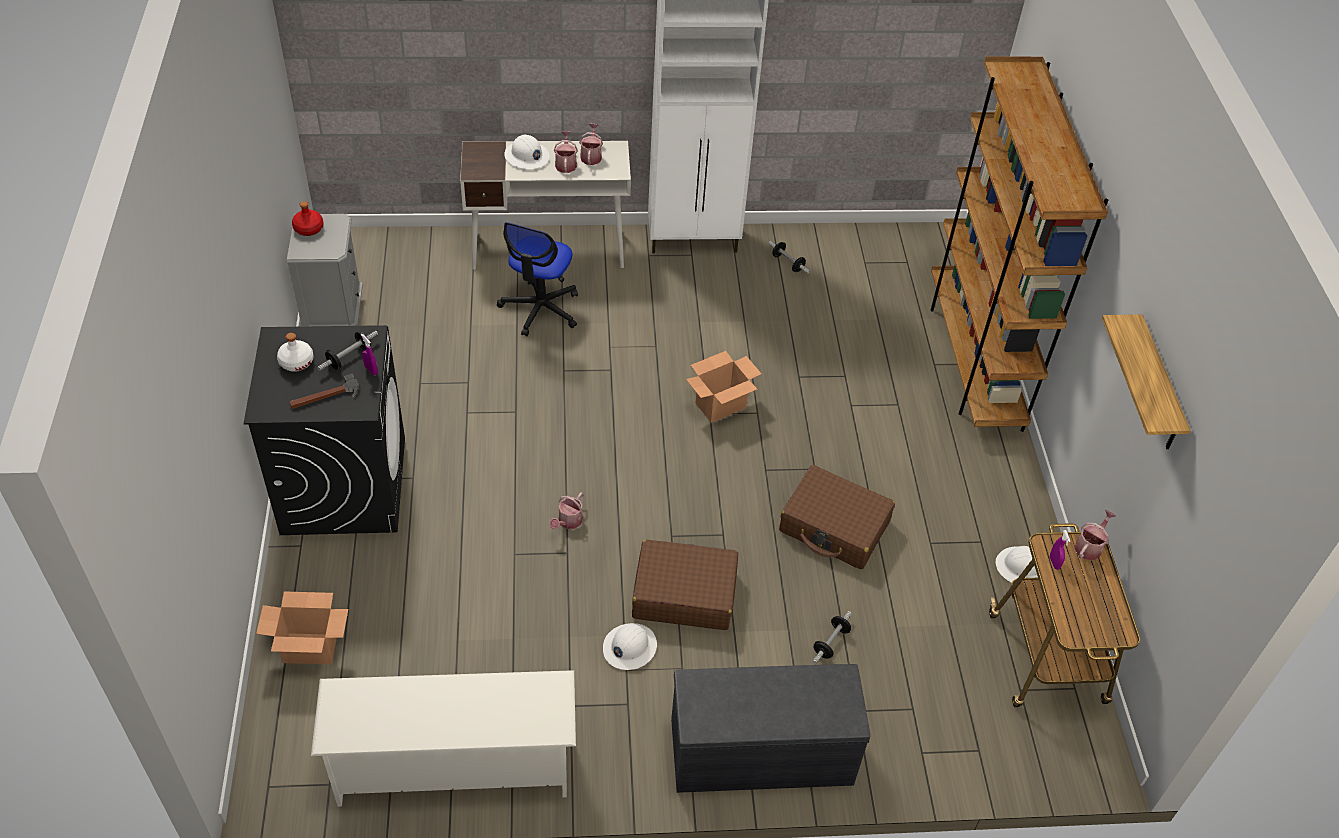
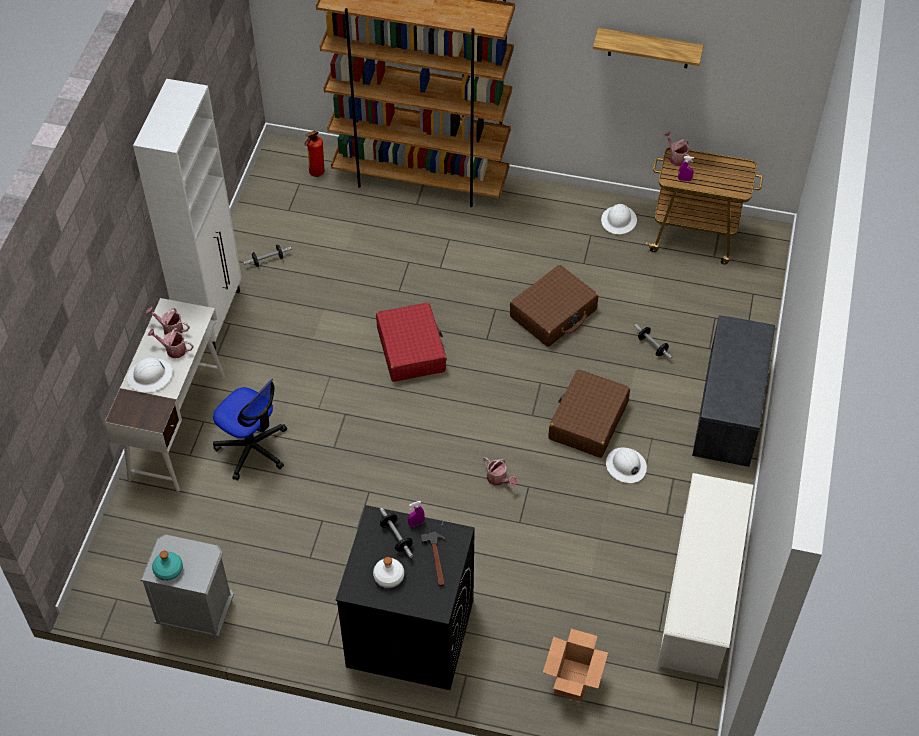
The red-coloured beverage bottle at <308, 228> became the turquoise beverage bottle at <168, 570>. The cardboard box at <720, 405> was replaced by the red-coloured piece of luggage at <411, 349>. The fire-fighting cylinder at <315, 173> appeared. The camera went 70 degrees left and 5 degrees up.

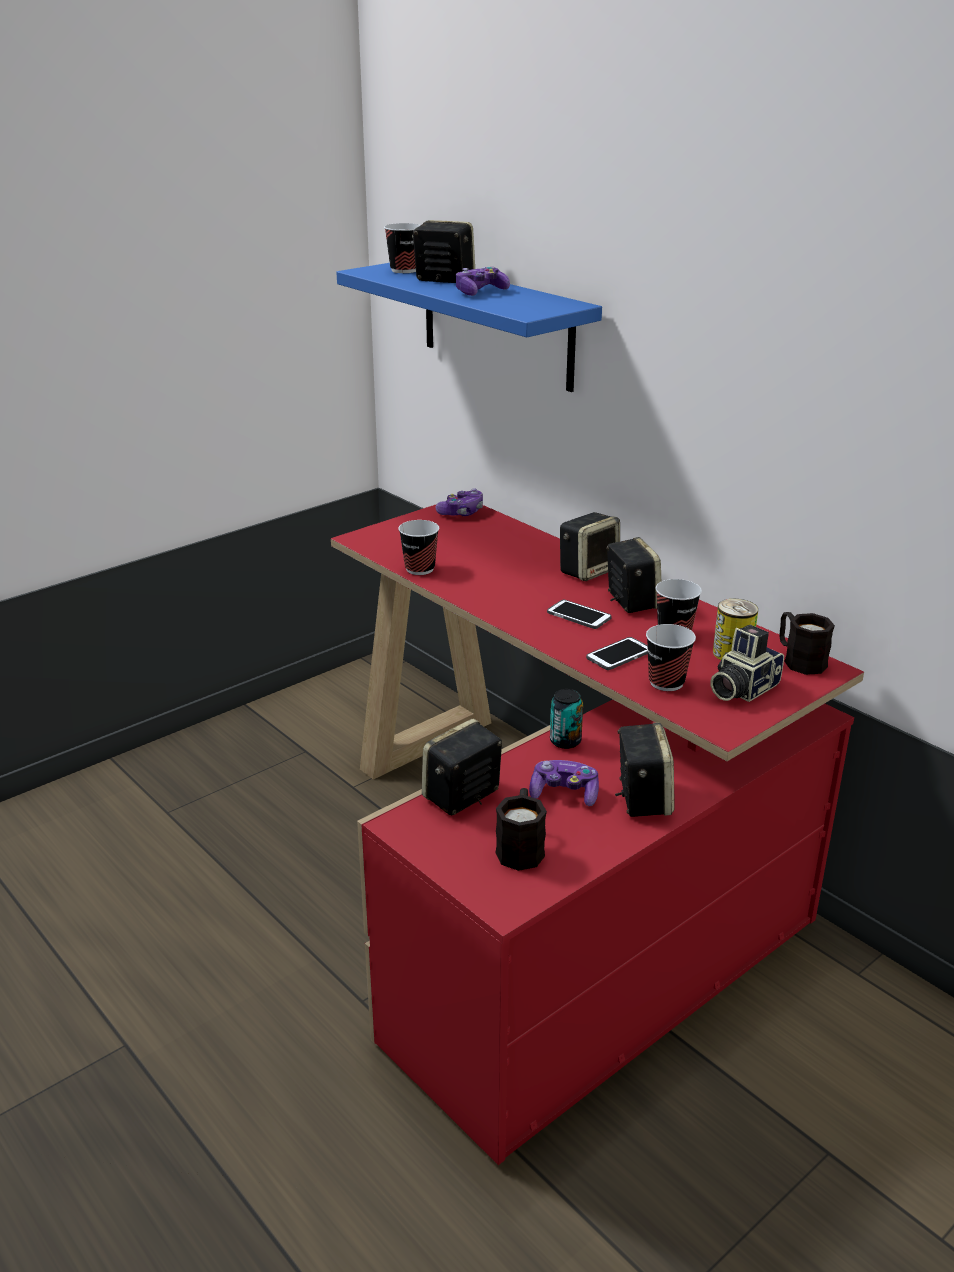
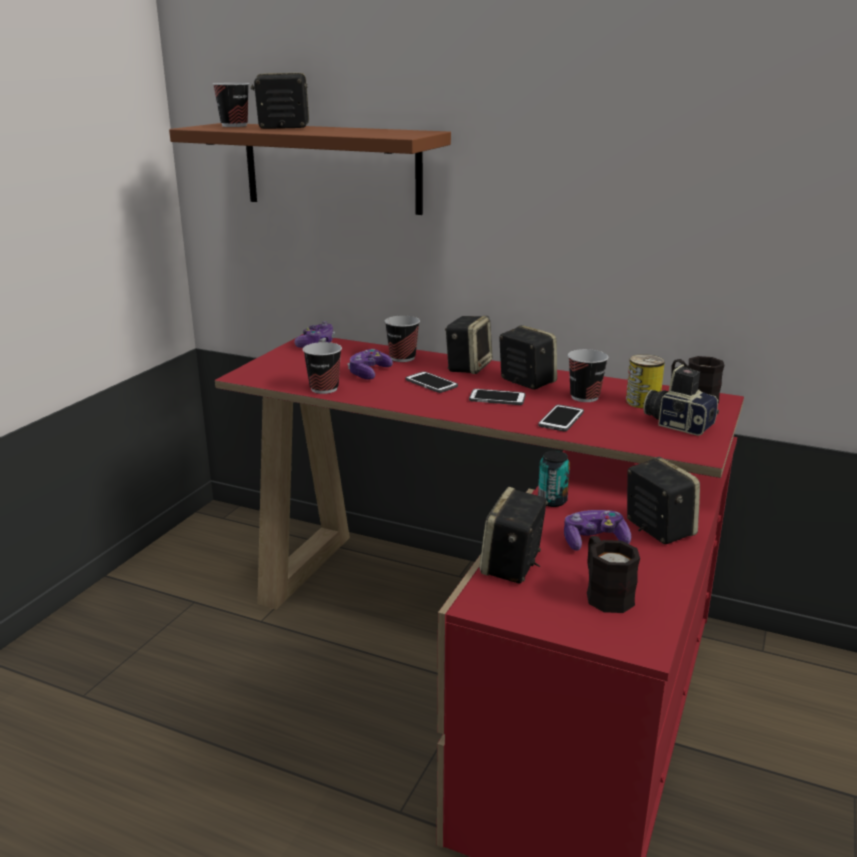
The bluish bracket shelf at <497, 324> became the brown-coloured bracket shelf at <332, 168>. The gamepad moved from <480, 292> to <369, 373>. The small cup moved from <666, 682> to <402, 358>. The still camera at <741, 689> turned 105 degrees clockwise. The handset at <431, 383> appeared. The camera went 25 degrees left and 5 degrees down.

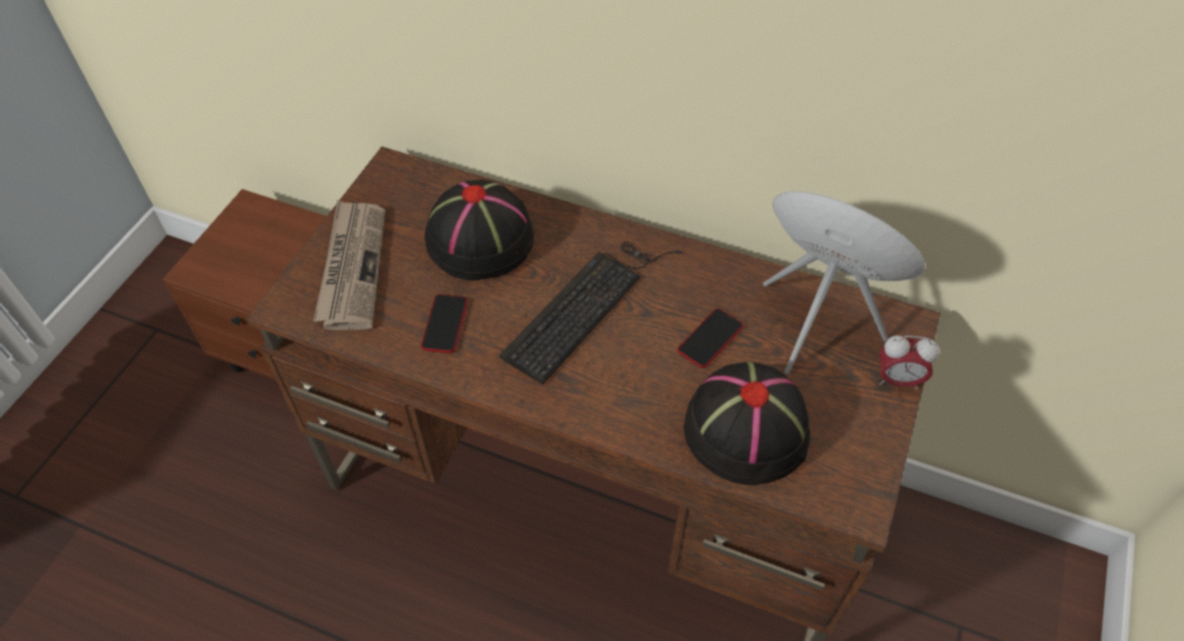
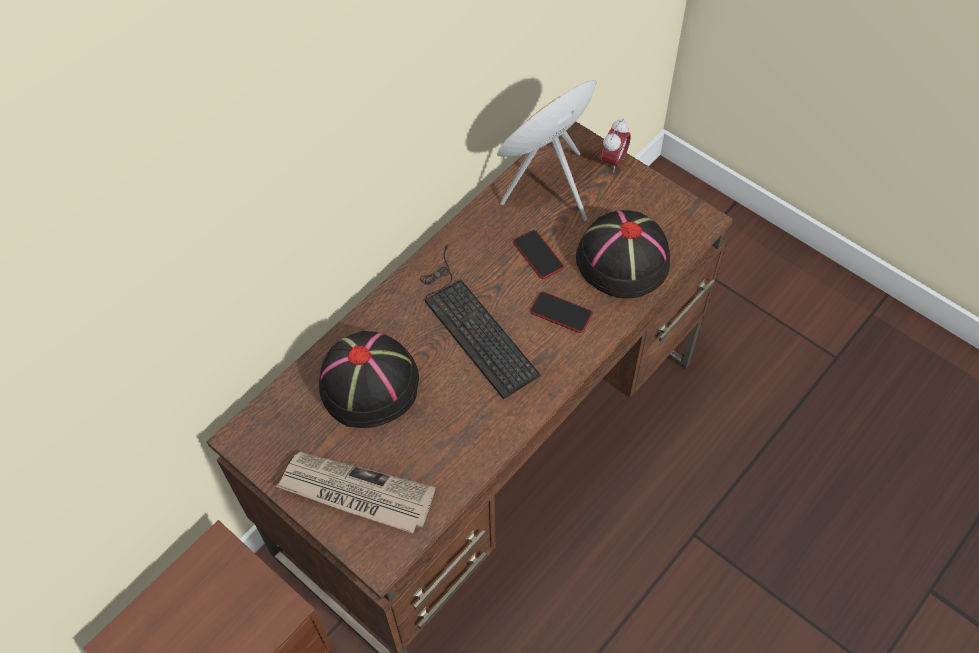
The handset moved from <445, 324> to <561, 313>. The camera went 70 degrees left and 5 degrees up.

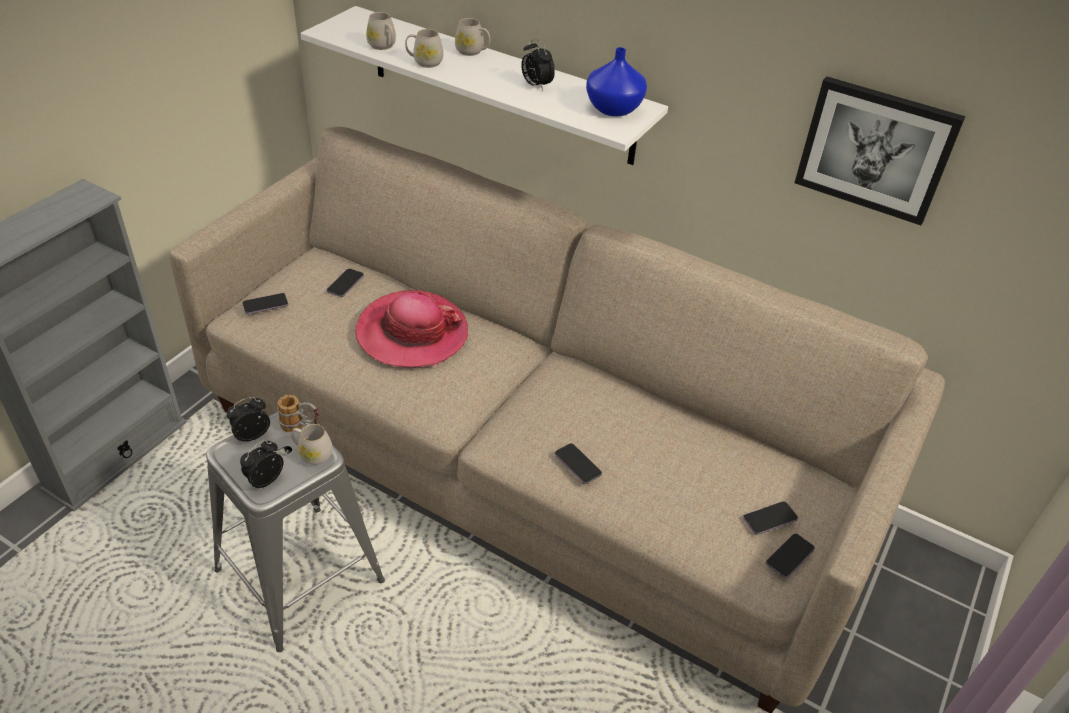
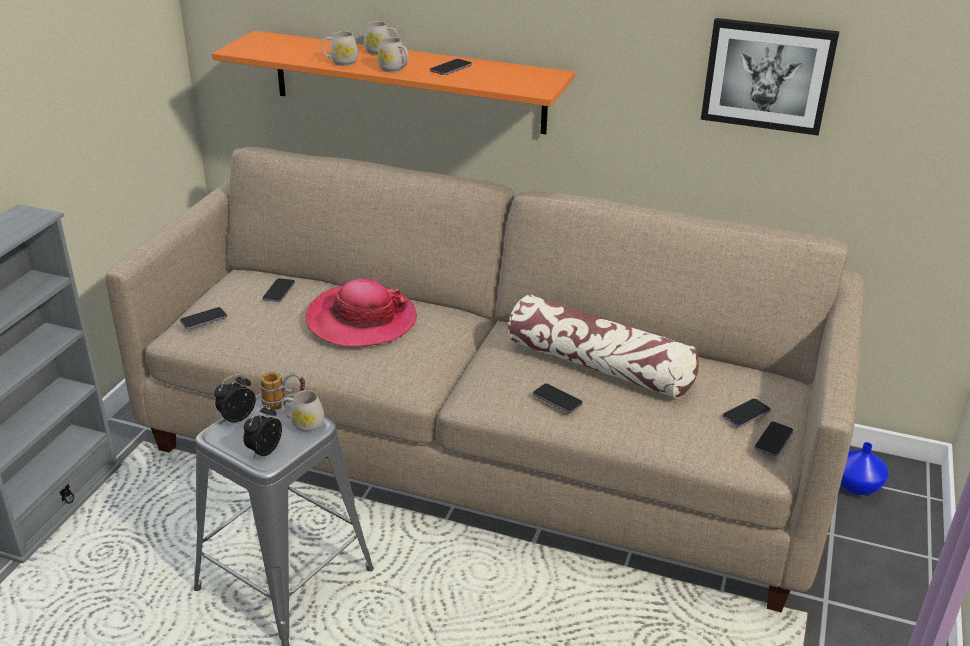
The whitish bracket shelf at <500, 85> became the orangey bracket shelf at <407, 82>. The whitish tea mug moved from <383, 46> to <394, 69>. The alarm clock at <536, 85> was replaced by the handset at <451, 68>. The bluish vase moved from <614, 108> to <856, 485>. The cushion at <599, 366> appeared. The camera went 10 degrees left and 10 degrees down.

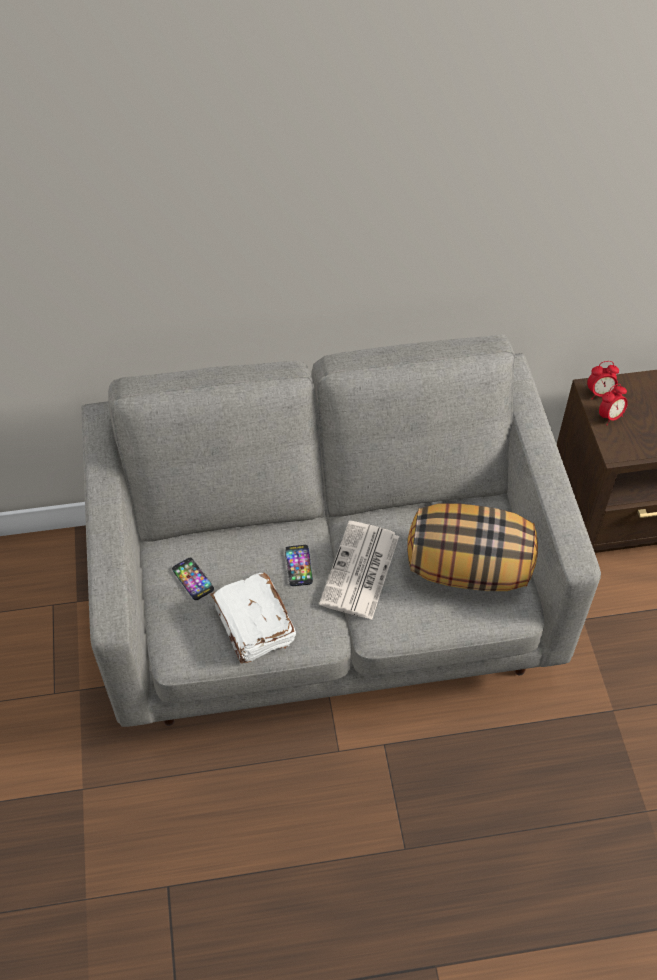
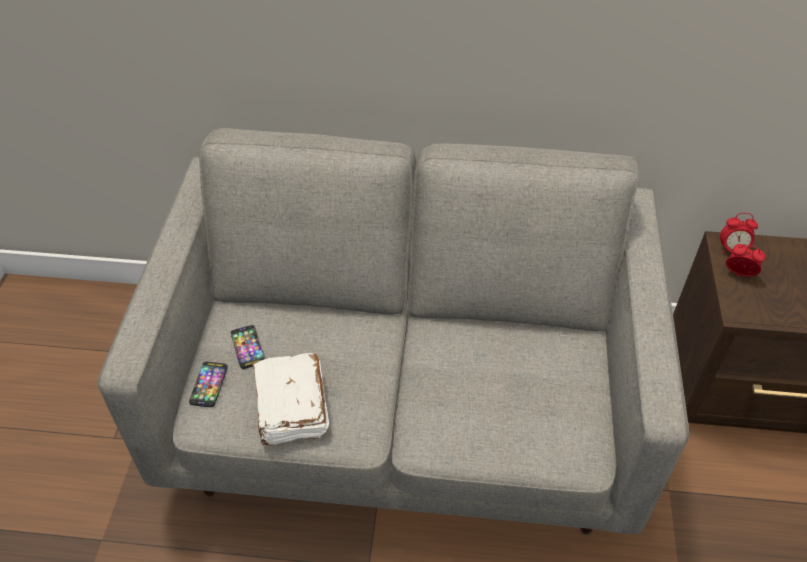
The handset moved from <298, 566> to <209, 384>. The newspaper at <360, 571> disappeared. The cushion at <468, 568> disappeared. The alarm clock at <610, 417> turned 135 degrees counterclockwise. The camera went 15 degrees right and 5 degrees down.

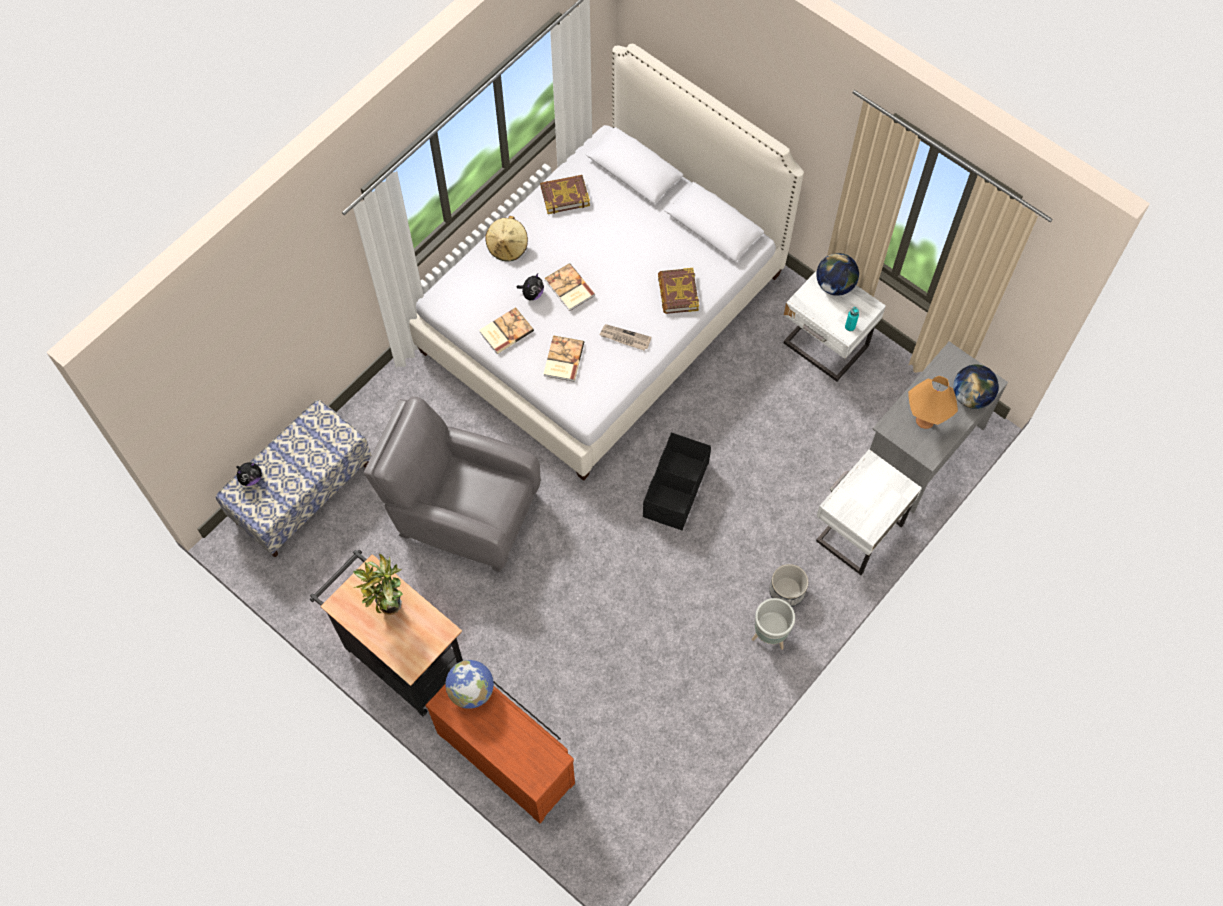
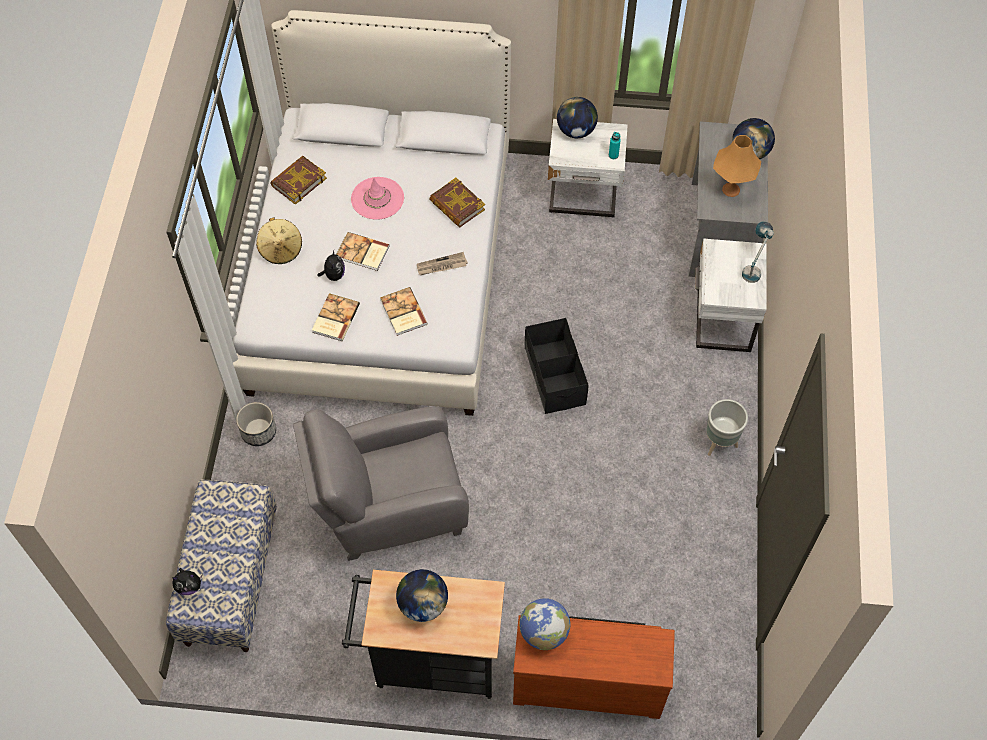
The cuddly toy at <251, 478> turned 60 degrees clockwise. The potted plant at <387, 606> was replaced by the globe at <423, 604>. The plant pot moved from <786, 591> to <258, 431>. The pink clothing hat at <377, 198> appeared. The tabletop lamp at <753, 268> appeared. The camera went 35 degrees left and 5 degrees down.

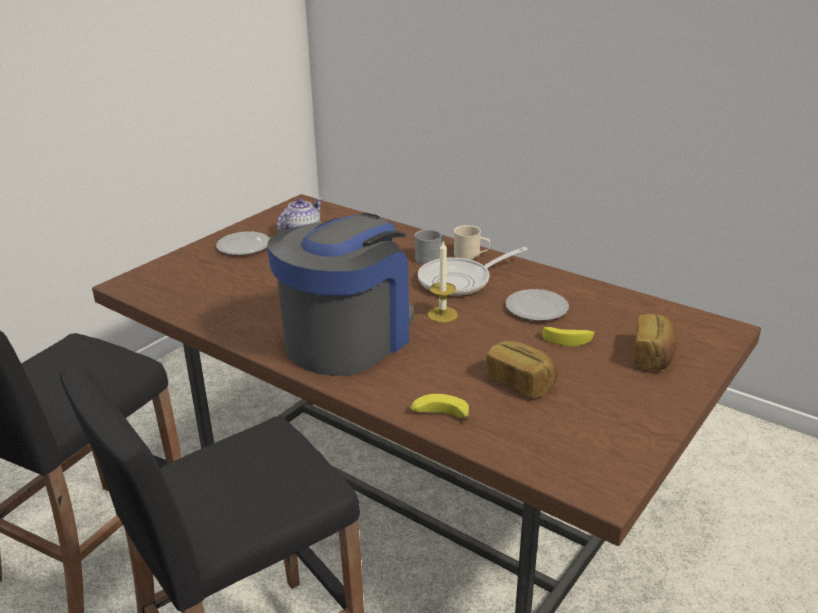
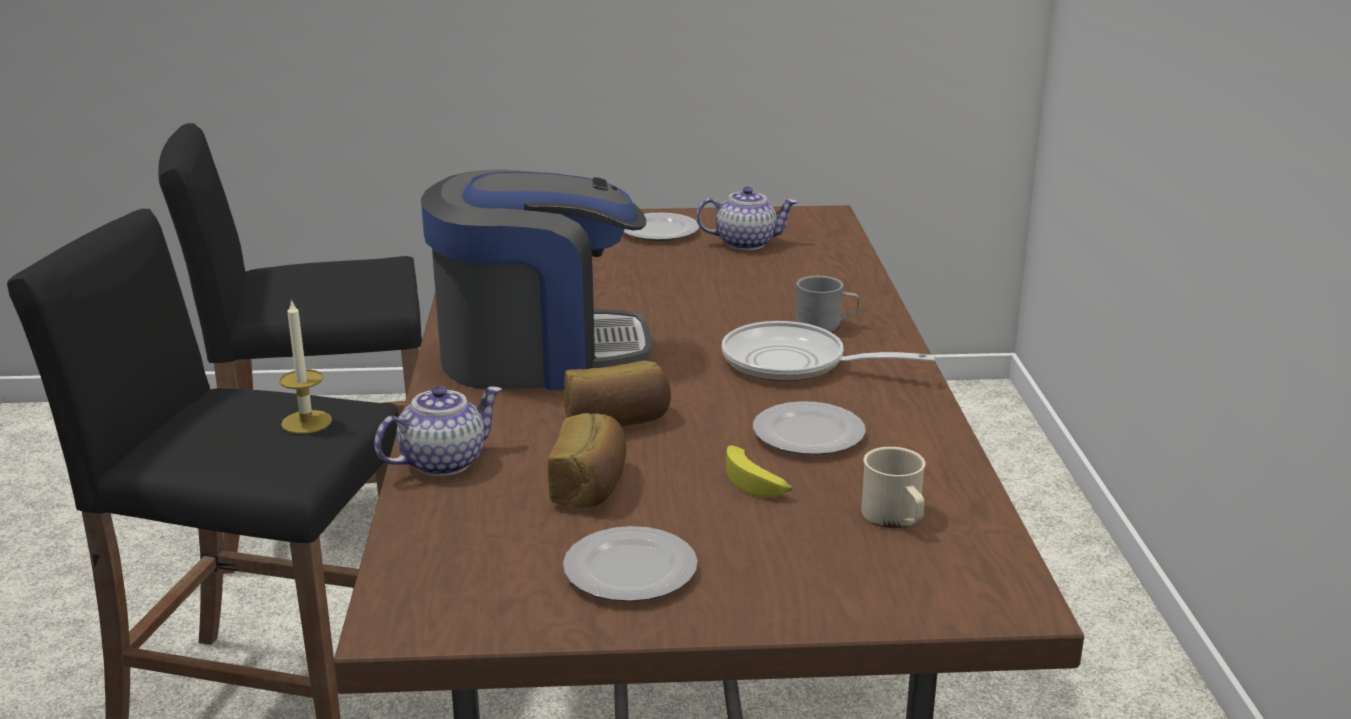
The banana at <439, 415> was replaced by the pot for tea at <443, 461>. The candle moved from <442, 314> to <306, 422>. The beige-coloured tea mug moved from <471, 255> to <896, 518>. The bakery bread moved from <653, 356> to <617, 421>. The flat dish at <630, 570> appeared. The camera went 50 degrees right and 5 degrees down.

